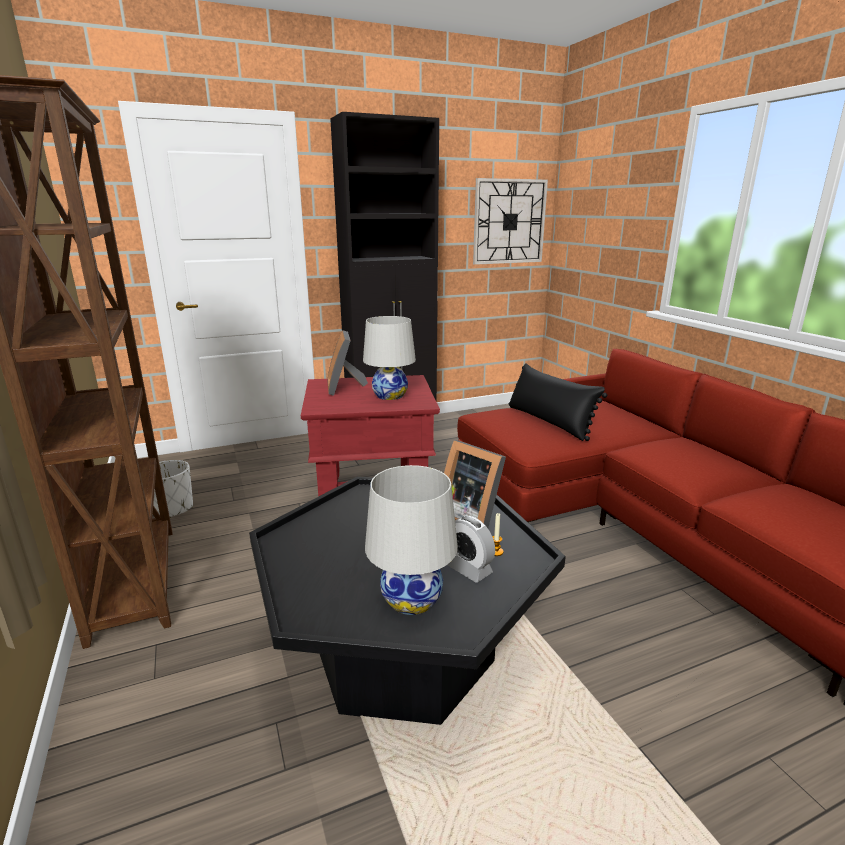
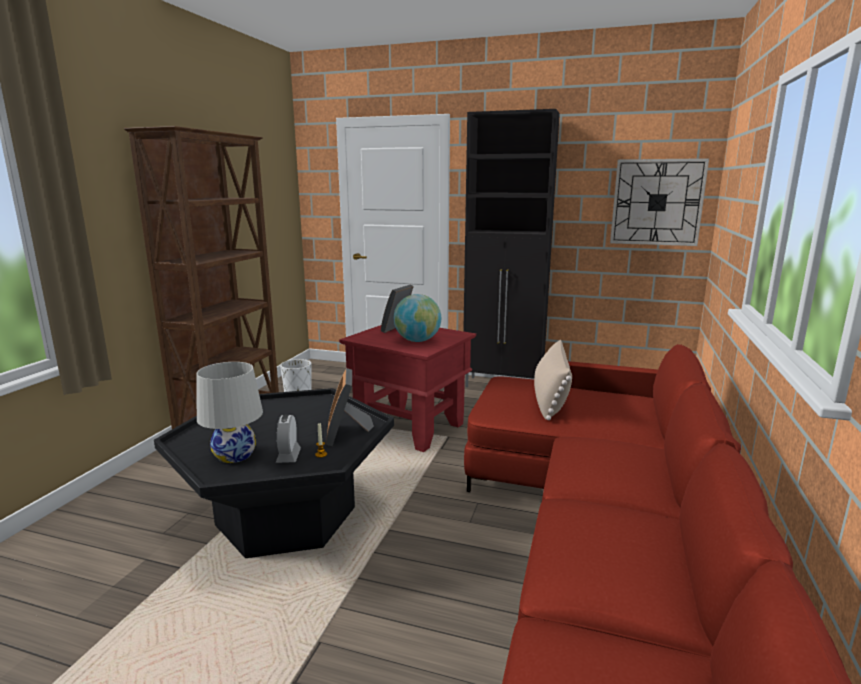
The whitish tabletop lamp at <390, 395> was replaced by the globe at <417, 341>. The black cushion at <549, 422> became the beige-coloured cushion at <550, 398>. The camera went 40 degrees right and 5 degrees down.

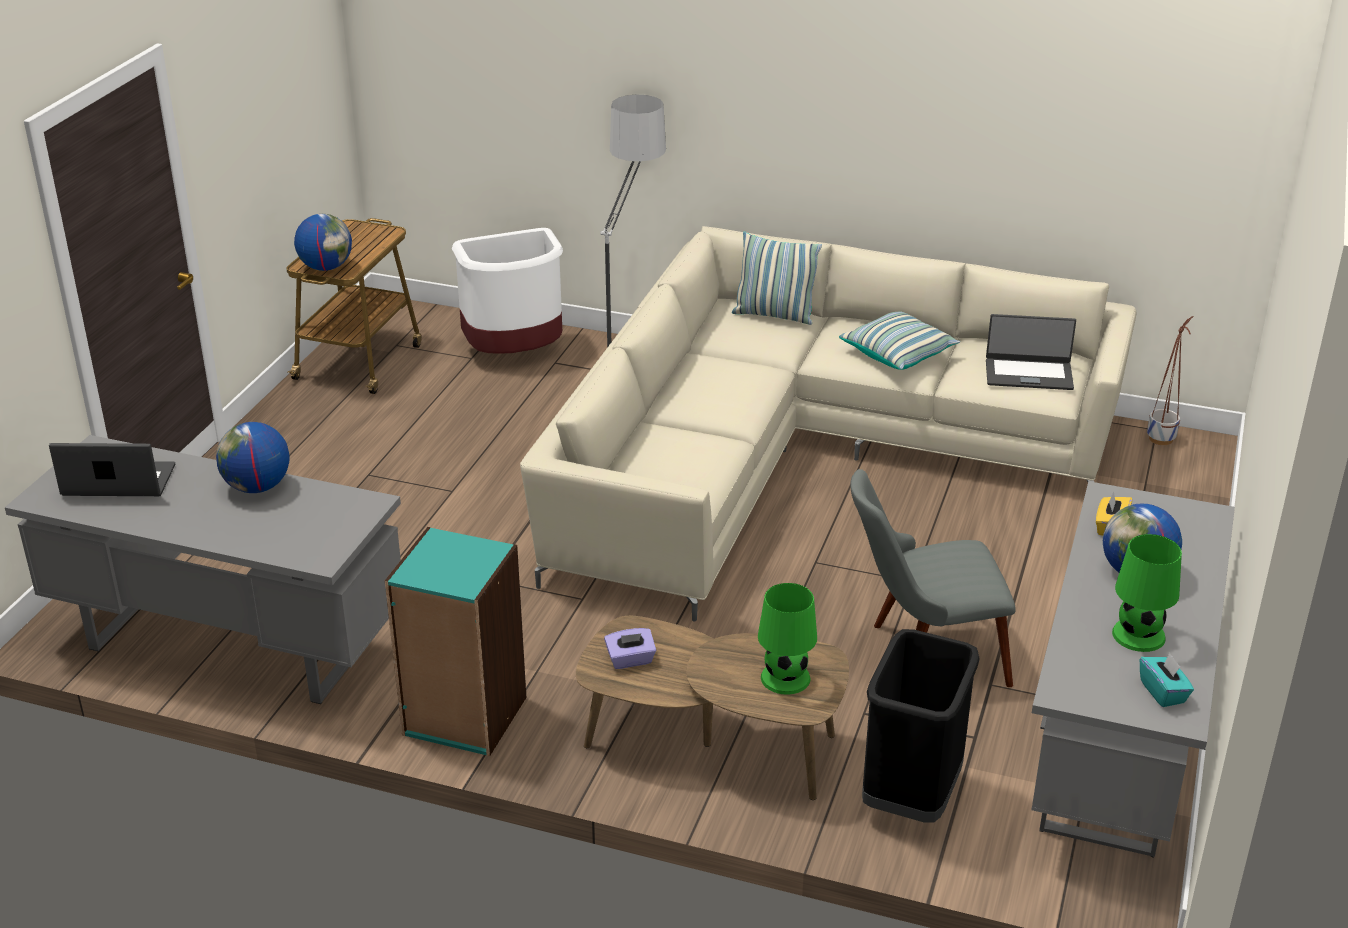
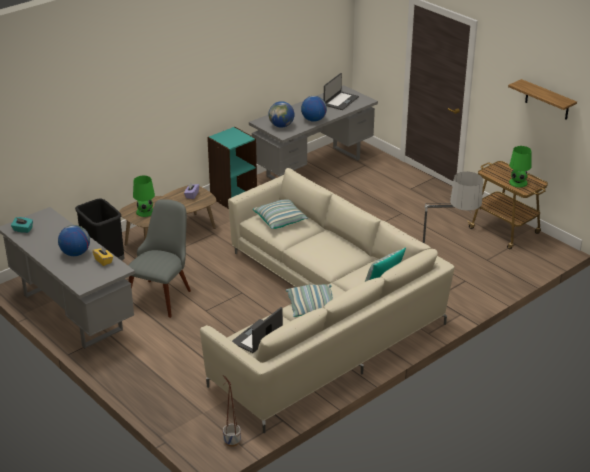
The globe moved from <326, 267> to <281, 126>. The whitish waste bin at <515, 353> disappeared. The green tabletop lamp moved from <1139, 635> to <518, 182>. The cushion at <280, 220> appeared. The bracket shelf at <547, 100> appeared. The camera went 120 degrees right and 0 degrees up.

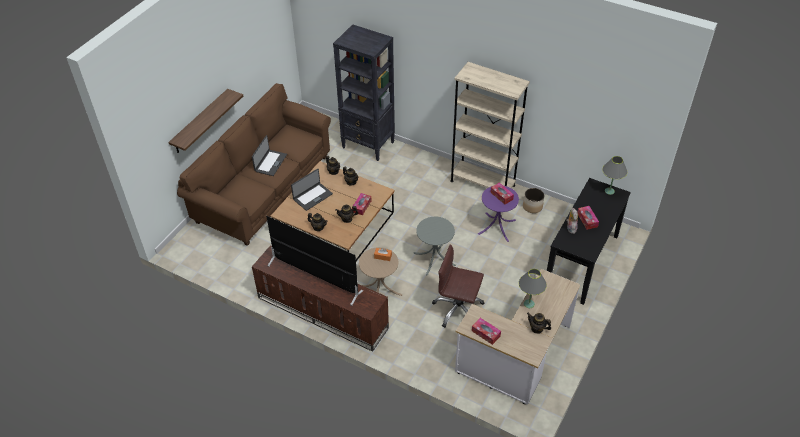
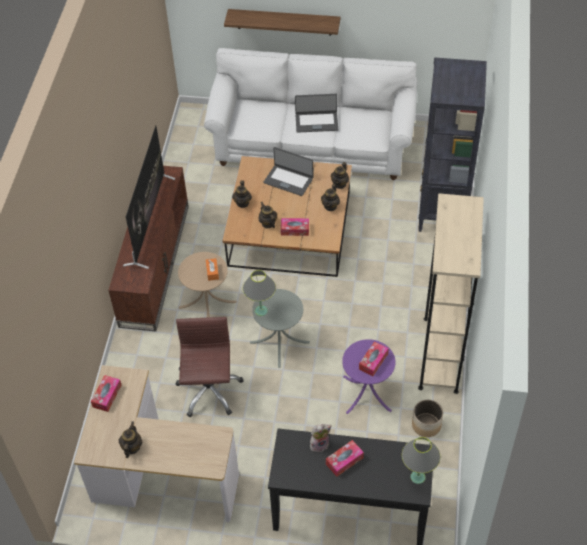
The brown-coloured settee at <264, 189> became the whitish settee at <312, 146>. The grey tabletop lamp moved from <529, 304> to <261, 311>. The camera went 70 degrees right and 5 degrees up.

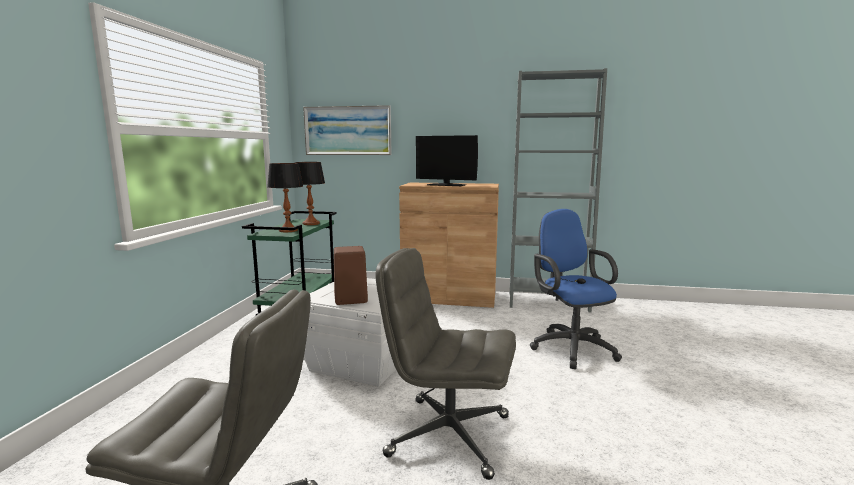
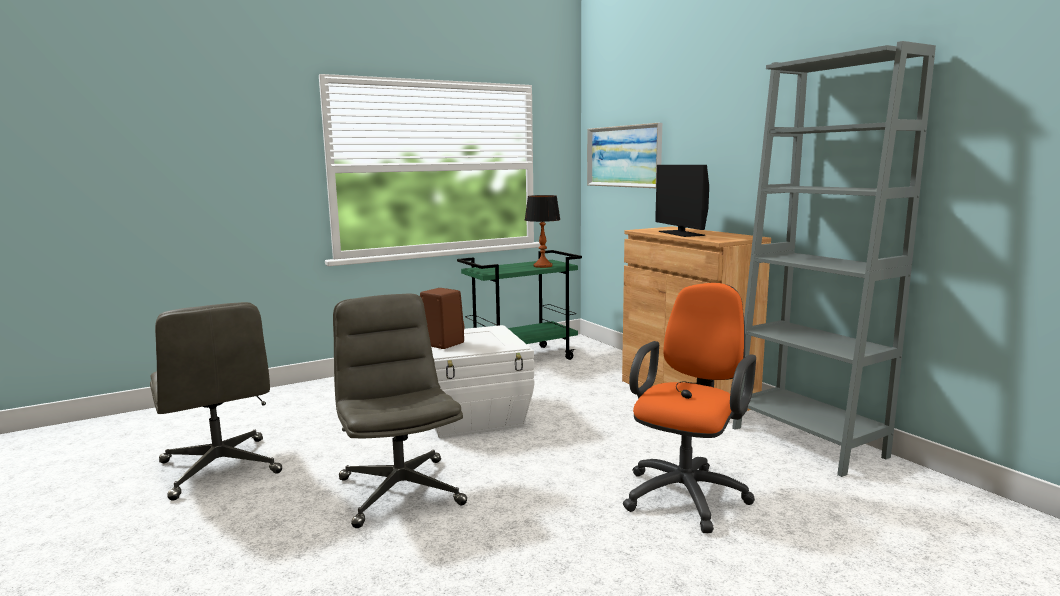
The tabletop lamp at <288, 230> disappeared. The bluish desk chair at <570, 347> became the orangey desk chair at <687, 493>. The camera went 50 degrees right and 0 degrees up.

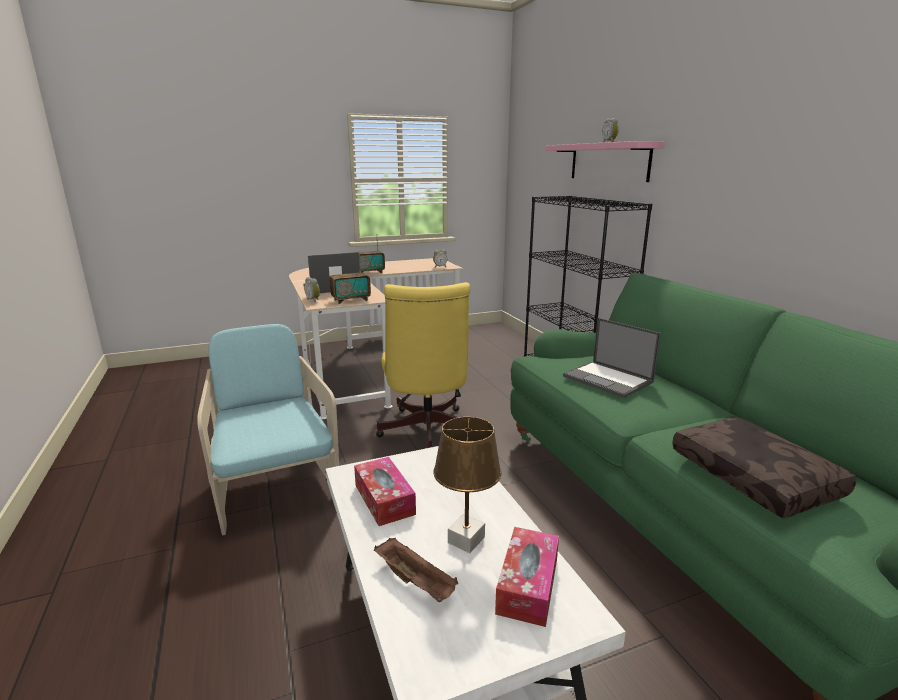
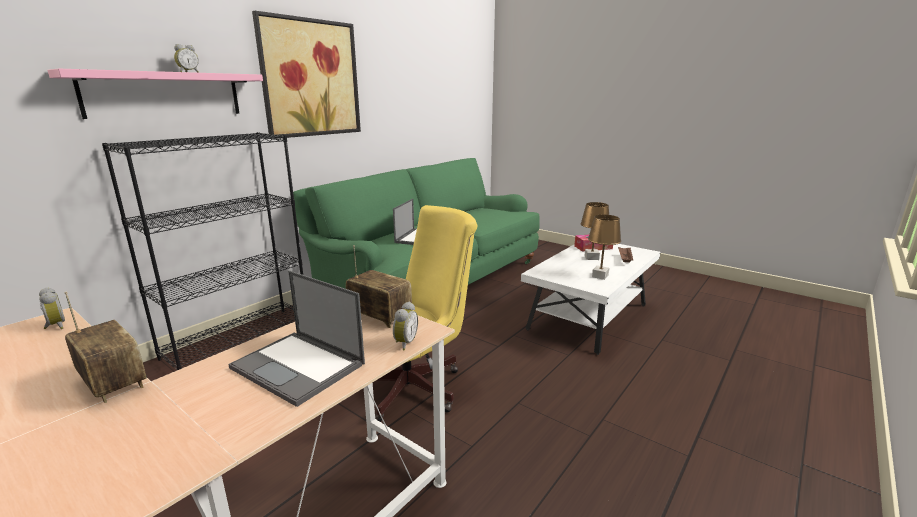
The turquoise lounge chair at <276, 488> disappeared. The box of tissues at <384, 499> was replaced by the brown-coloured tabletop lamp at <600, 276>. The brown-coloured cushion at <756, 477> disappeared. The wall picture at <311, 78> appeared. The camera went 120 degrees left and 0 degrees up.

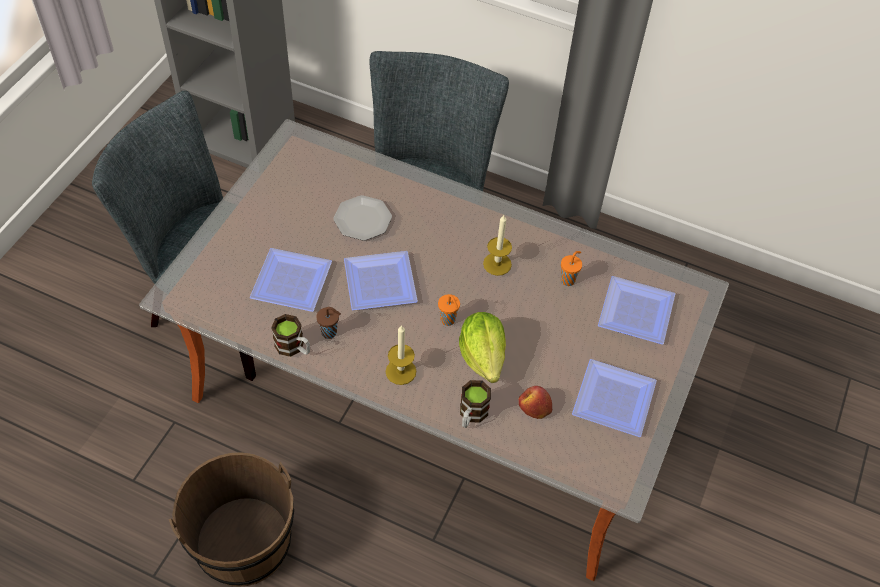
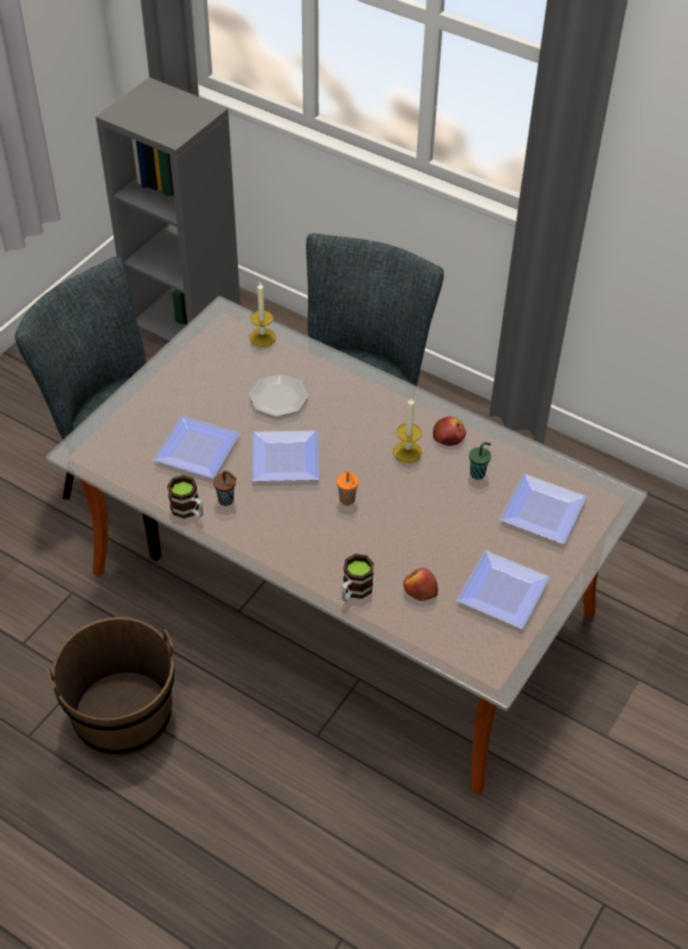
The candle moved from <401, 371> to <262, 337>. The lettuce head at <483, 356> disappeared. The orangey small cup at <568, 279> became the green small cup at <478, 473>. The apple at <449, 436> appeared. The camera went 10 degrees right and 5 degrees down.

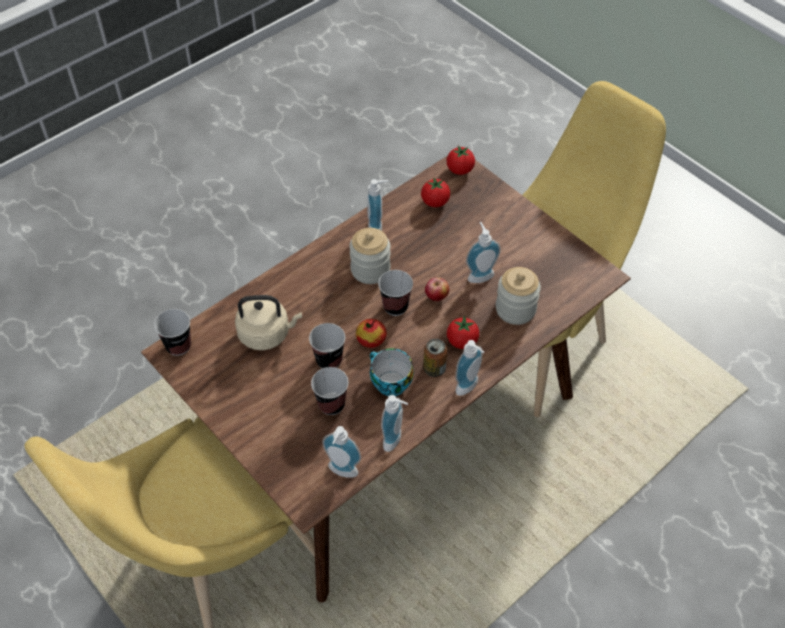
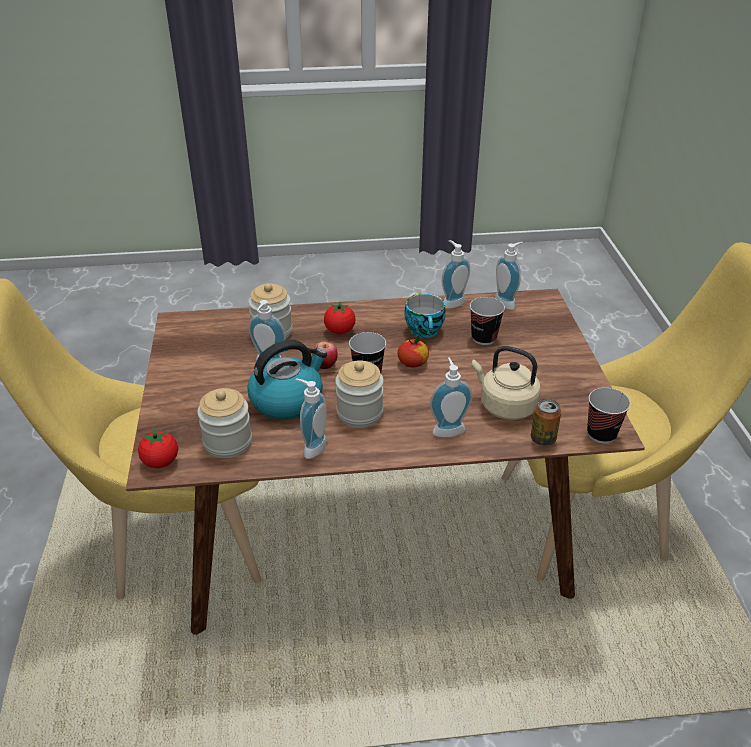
The small cup at <329, 360> disappeared. The tomato at <435, 202> was replaced by the preserve jar at <228, 442>. The sealed can moved from <434, 369> to <543, 439>. The soap bottle moved from <469, 387> to <447, 429>. The kettle at <287, 400> appeared. The camera went 145 degrees left and 15 degrees down.

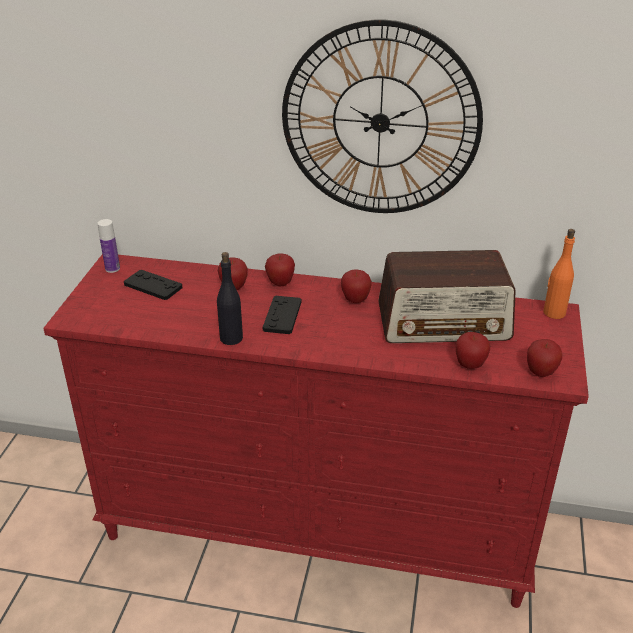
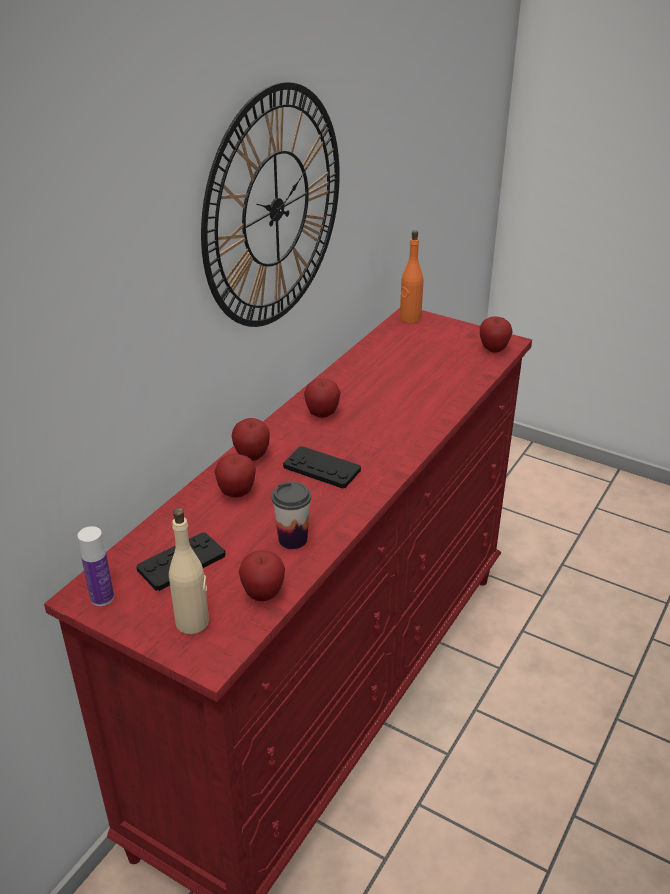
The black beverage bottle at <231, 338> disappeared. The radio set at <444, 322> disappeared. The apple moved from <470, 365> to <263, 594>. The beige-coloured beverage bottle at <193, 622> appeared. The small cup at <292, 539> appeared. The camera went 70 degrees left and 0 degrees up.

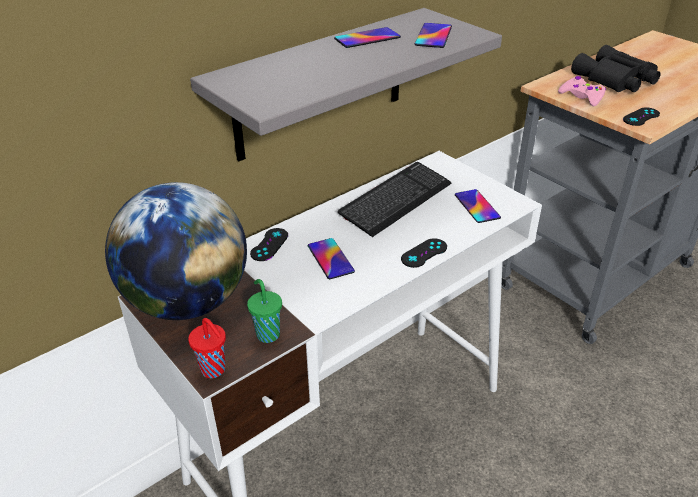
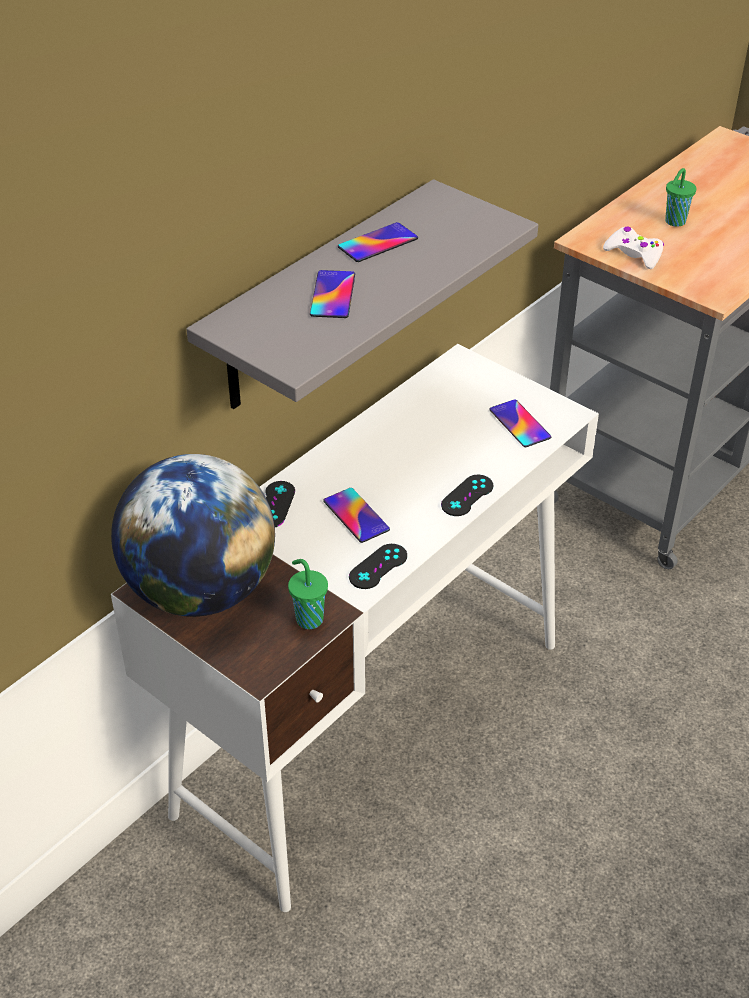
The red-coloured small cup at <214, 370> disappeared. The computer keyboard at <396, 200> disappeared. The handset moved from <433, 36> to <332, 295>. The pink gamepad at <581, 97> became the whitish gamepad at <634, 254>. The black field glasses at <615, 80> was replaced by the green small cup at <674, 222>. The black gamepad moved from <641, 117> to <378, 566>. The camera went 10 degrees left and 5 degrees up.

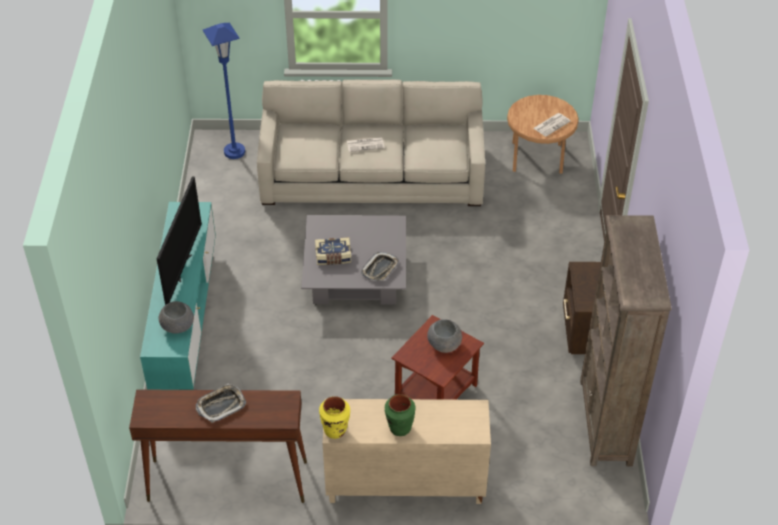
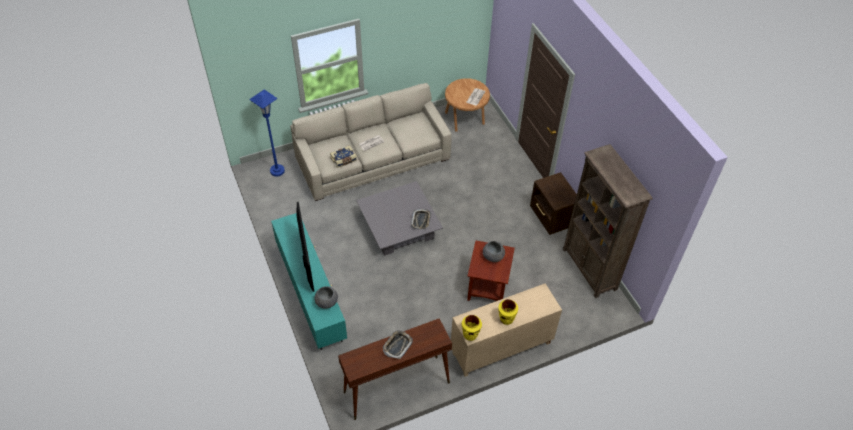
The bound book moved from <333, 257> to <344, 160>. The green vase at <399, 428> became the yellowish vase at <506, 319>. The camera went 25 degrees left and 5 degrees up.

